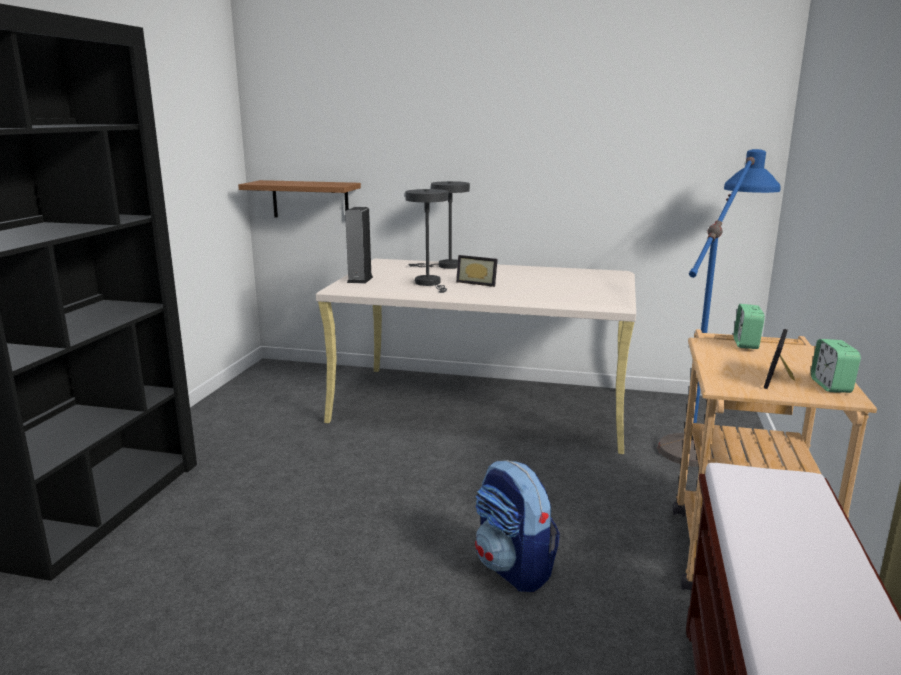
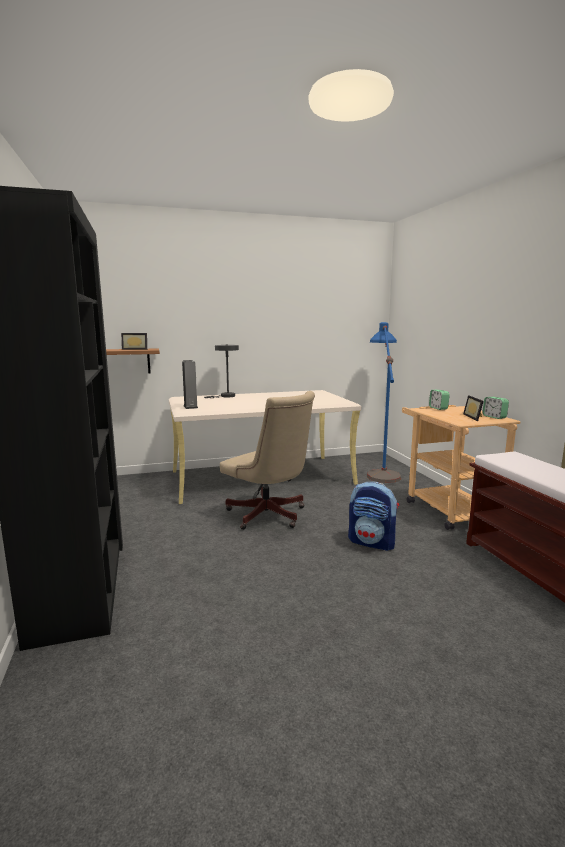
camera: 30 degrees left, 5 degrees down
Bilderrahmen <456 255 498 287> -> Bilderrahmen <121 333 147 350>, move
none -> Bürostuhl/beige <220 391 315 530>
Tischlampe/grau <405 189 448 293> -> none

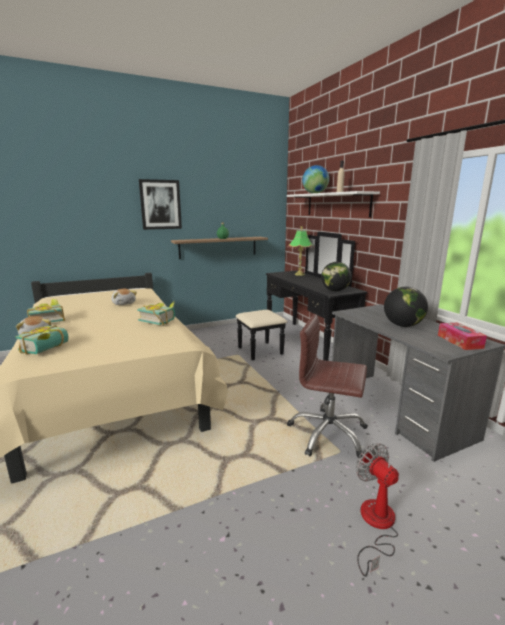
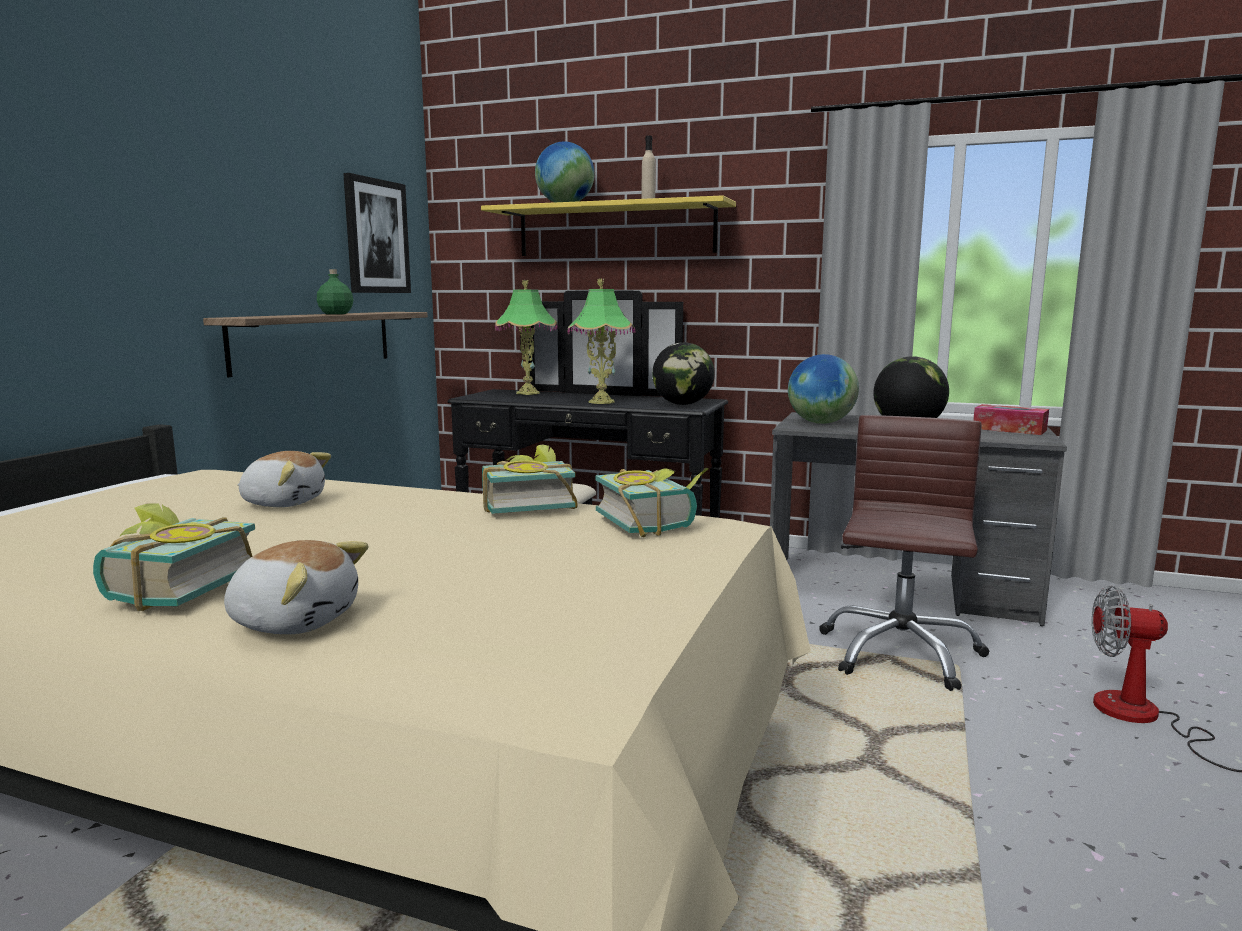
camera: 45 degrees left, 5 degrees down
Bild <139 179 182 230> -> Bild <343 173 411 293>, move
Wandregal/weiß <287 191 380 218> -> Wandregal/gelb <481 195 736 256>
none -> Tischlampe <567 278 636 404>
Buch <15 325 68 355> -> Buch <596 468 709 537>, move
none -> Globus <788 354 859 424>
Bürostuhl/braun <287 314 368 457> -> Bürostuhl/braun <819 415 990 691>, 135 degrees clockwise

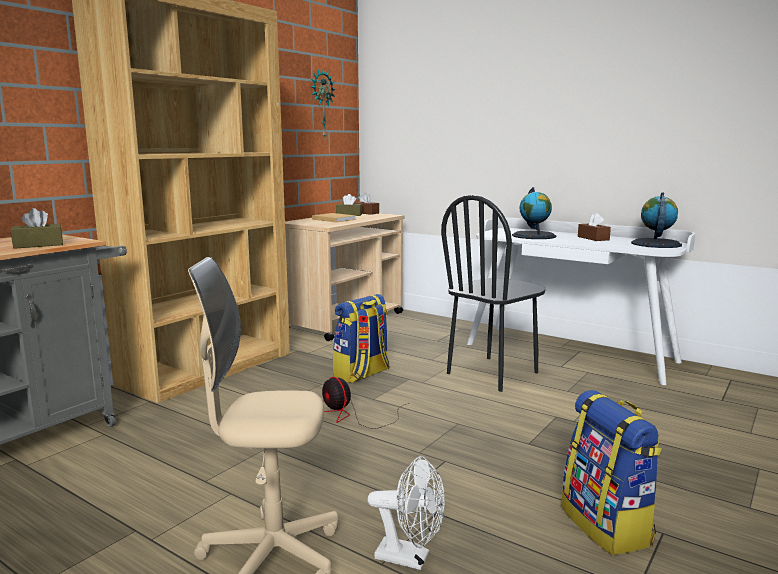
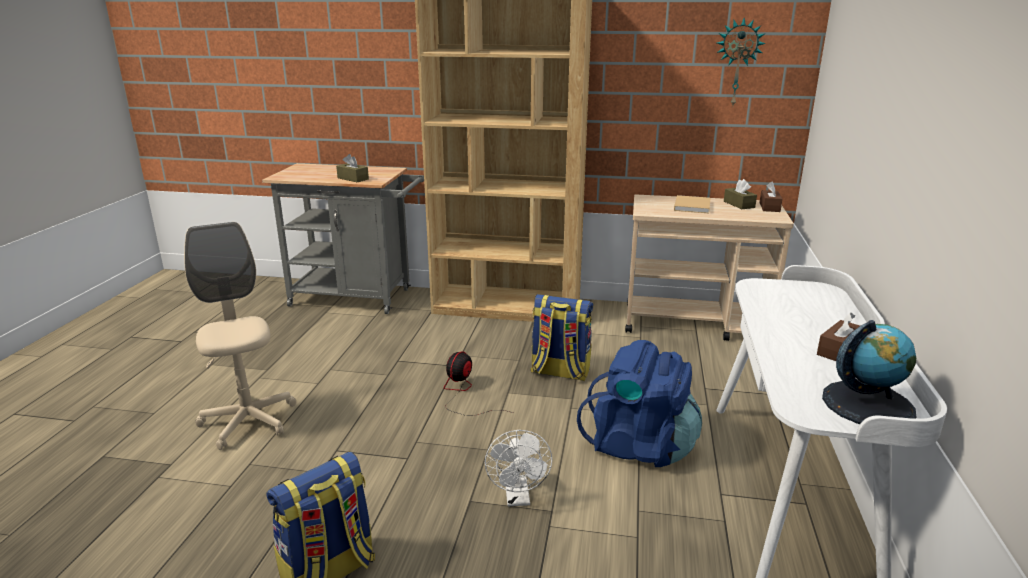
camera: 65 degrees right, 10 degrees up
Ventilator/weiß <367 456 445 570> -> Ventilator/weiß <485 430 553 506>, move
Stuhl/schwarz <441 195 546 392> -> Rucksack/blau <577 340 702 467>
Globus <512 187 556 239> -> none

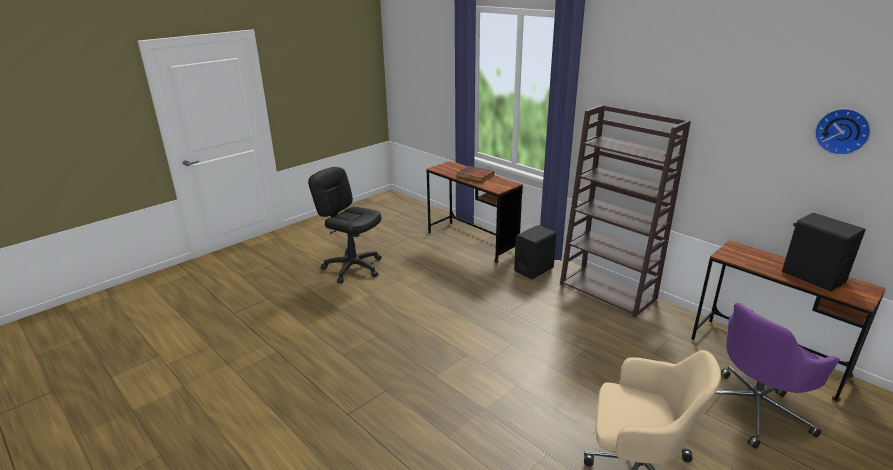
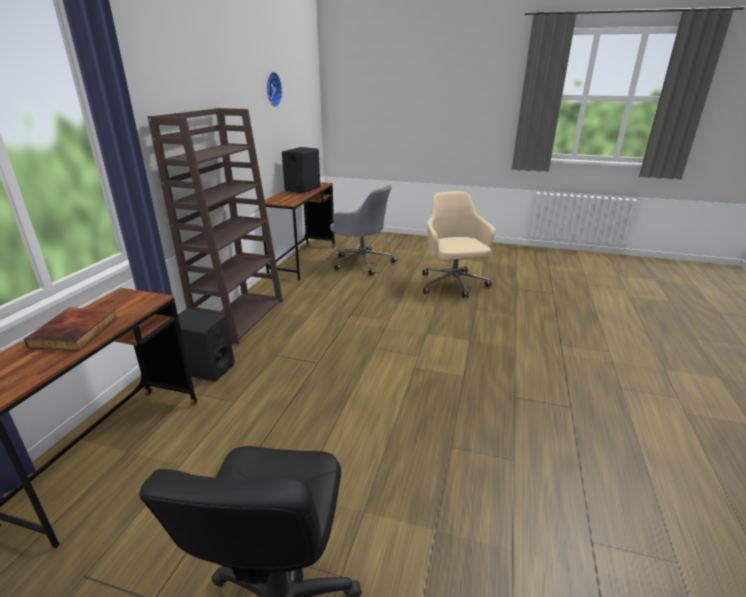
camera: 120 degrees left, 0 degrees up
Bürostuhl/lila <715 303 840 449> -> Bürostuhl/grau <330 185 397 276>

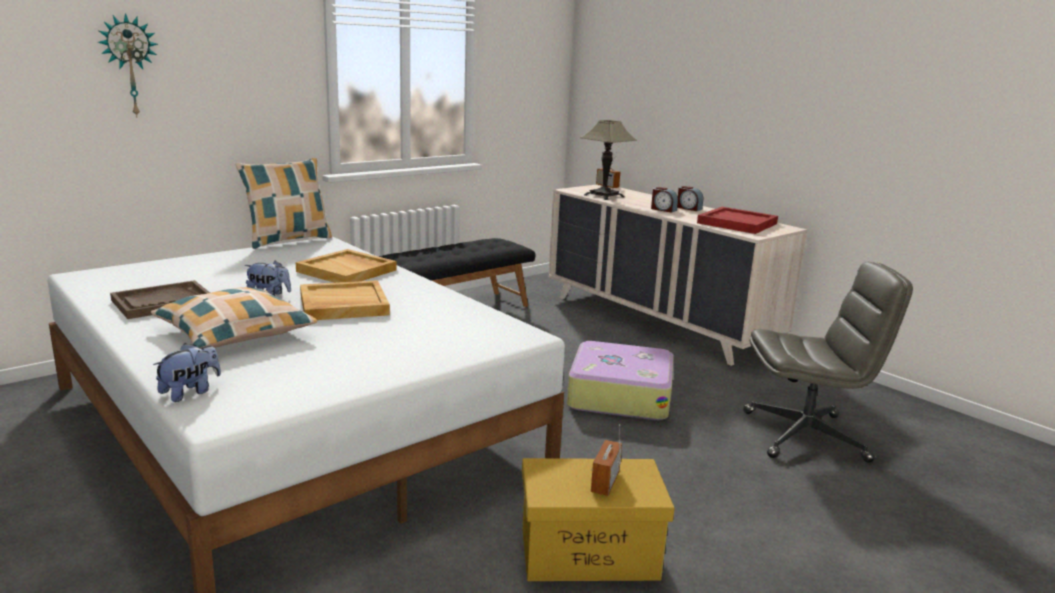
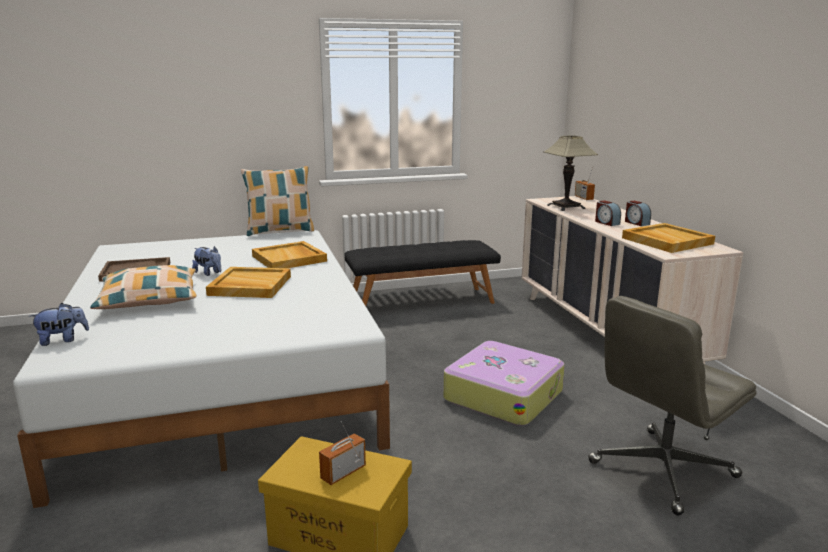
camera: 25 degrees right, 0 degrees up
Bürostuhl/grau <743 262 913 463> -> Bürostuhl/grau <588 296 757 516>, 120 degrees clockwise
Tablett/rot <697 207 778 234> -> Tablett/beige <622 223 715 253>
Wanduhr <98 13 158 117> -> none

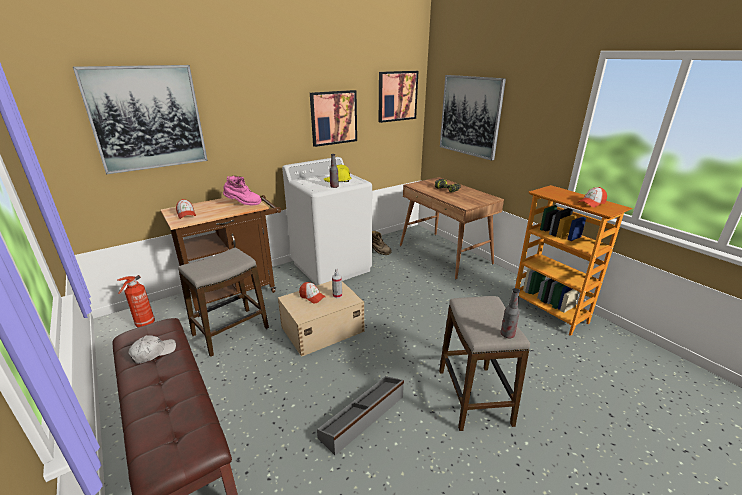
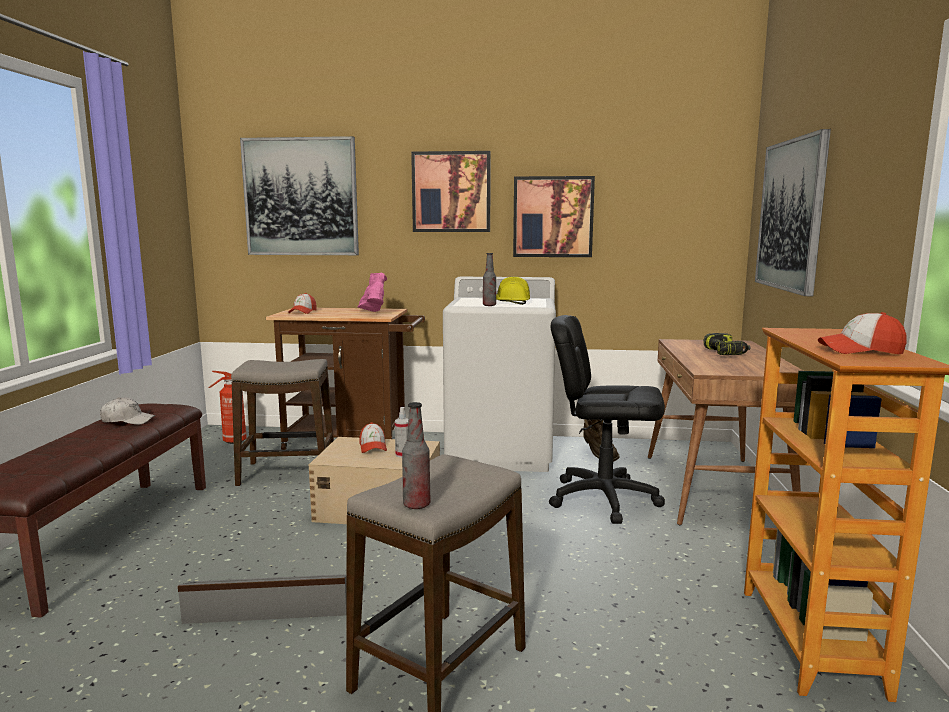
camera: 40 degrees right, 15 degrees down
Stiefel/rosa <223 175 262 205> -> Stiefel/rosa <357 272 387 312>, 150 degrees counterclockwise
Bild <379 71 419 123> -> Bild <411 151 491 232>, move
none -> Bürostuhl/schwarz <549 315 665 524>

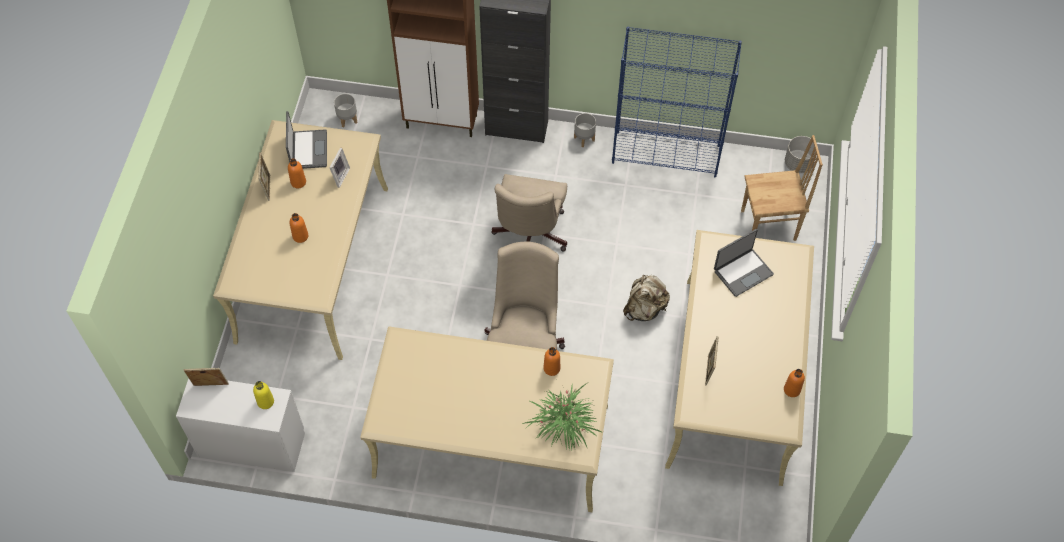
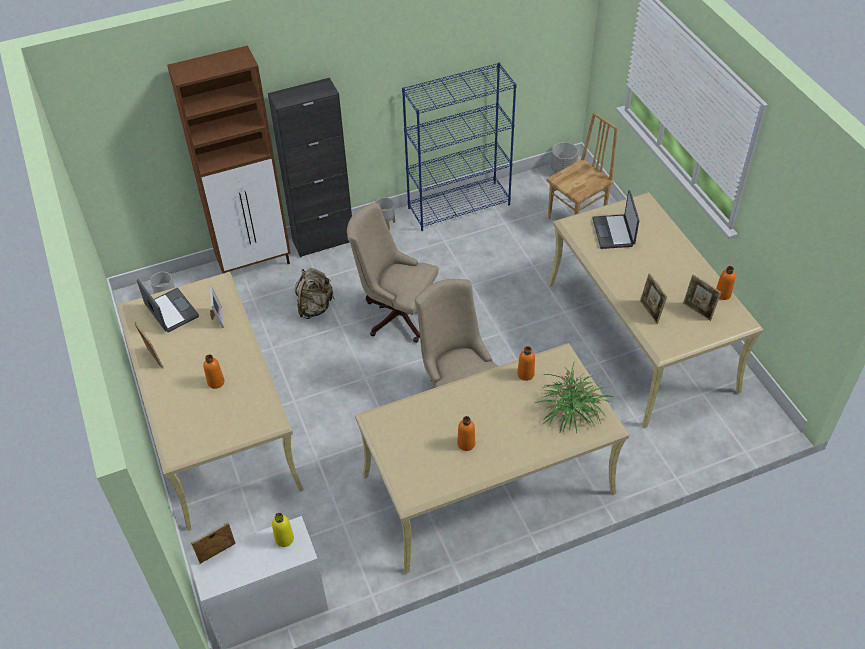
camera: 30 degrees left, 10 degrees down
Rucksack/beige <623 275 670 321> -> Rucksack/beige <295 268 334 319>, move
Bürostuhl/beige <492 174 567 252> -> Bürostuhl/beige <347 202 438 343>, 135 degrees clockwise
Flasche/orange <288 158 306 188> -> Flasche/orange <457 416 475 451>, move
Laptop <714 229 774 297> -> Laptop <592 190 639 249>, 150 degrees clockwise
none -> Bilderrahmen <683 275 721 321>

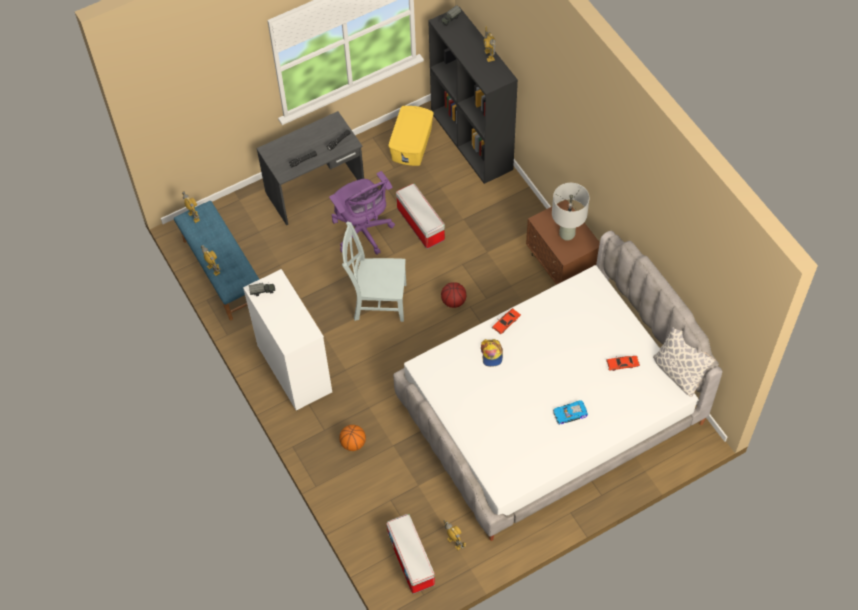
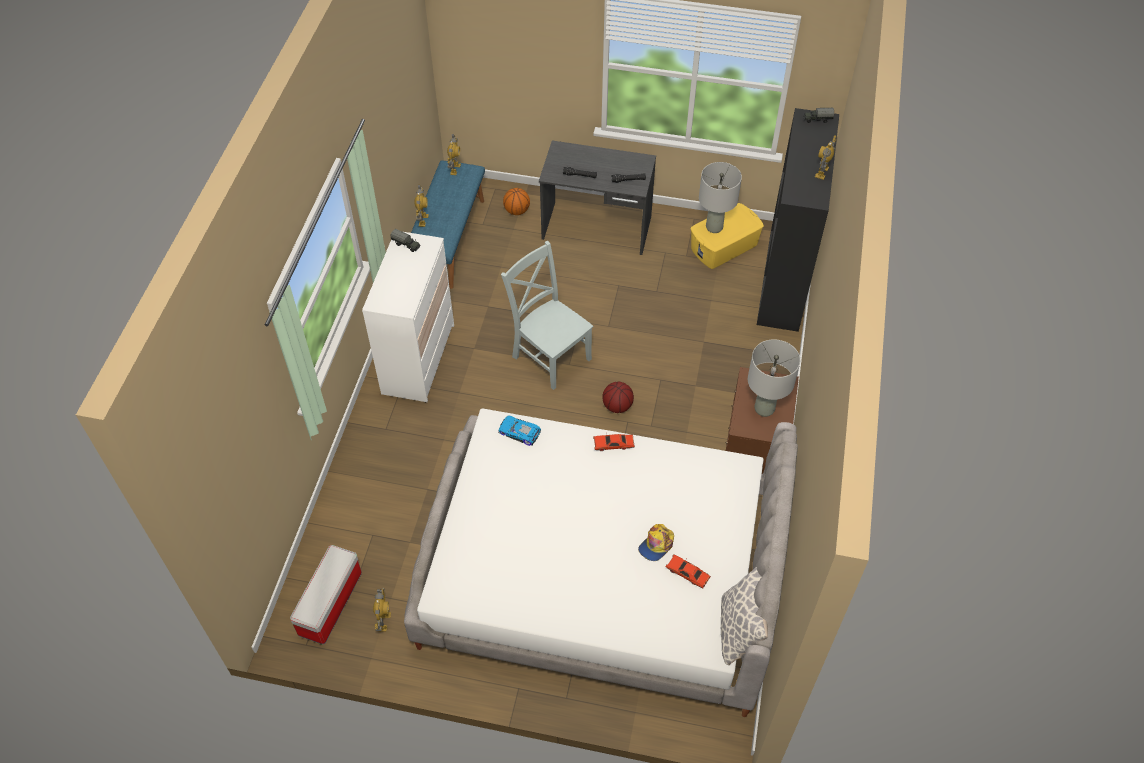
camera: 40 degrees right, 5 degrees down
Spielzeugauto <553 400 588 425> -> Spielzeugauto <498 416 541 446>, move
Basketball <339 425 366 451> -> Basketball <503 188 530 215>, move
Kappe <481 339 503 367> -> Kappe <638 524 674 561>, move
none -> Tischlampe/grau <699 162 742 233>
Bürostuhl/lila <329 171 395 255> -> none
Aufbewahrungsbox <396 183 445 249> -> none

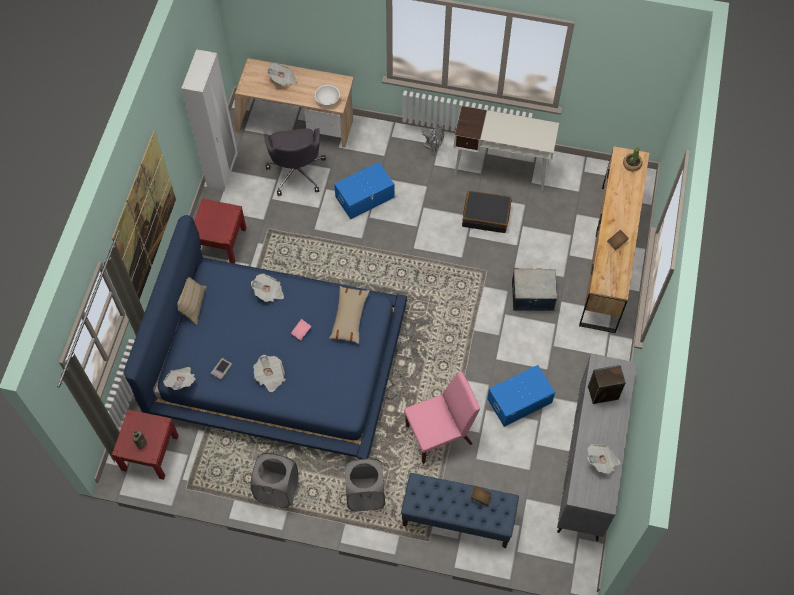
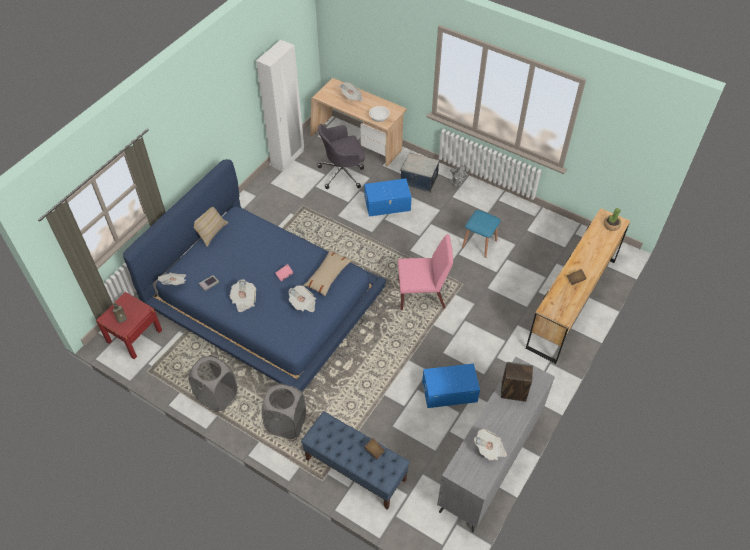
camera: 20 degrees right, 10 degrees down
Zeitung <251 274 284 302> -> Zeitung <289 285 316 312>, move
Bürostuhl/grau <264 128 326 196> -> Bürostuhl/grau <317 124 365 189>, 60 degrees clockwise
Stuhl/rosa <404 371 480 464> -> Stuhl/rosa <398 234 453 310>, move
Aufbewahrungsbox <512 269 557 311> -> Aufbewahrungsbox <400 153 440 193>, move
Koffer/schwarz <462 191 512 233> -> Hocker/blau <462 210 501 258>
Bild <112 130 176 300> -> none
Nachttisch/rot <194 199 246 264> -> none
Schreibtisch/weiß <454 106 559 191> -> none

